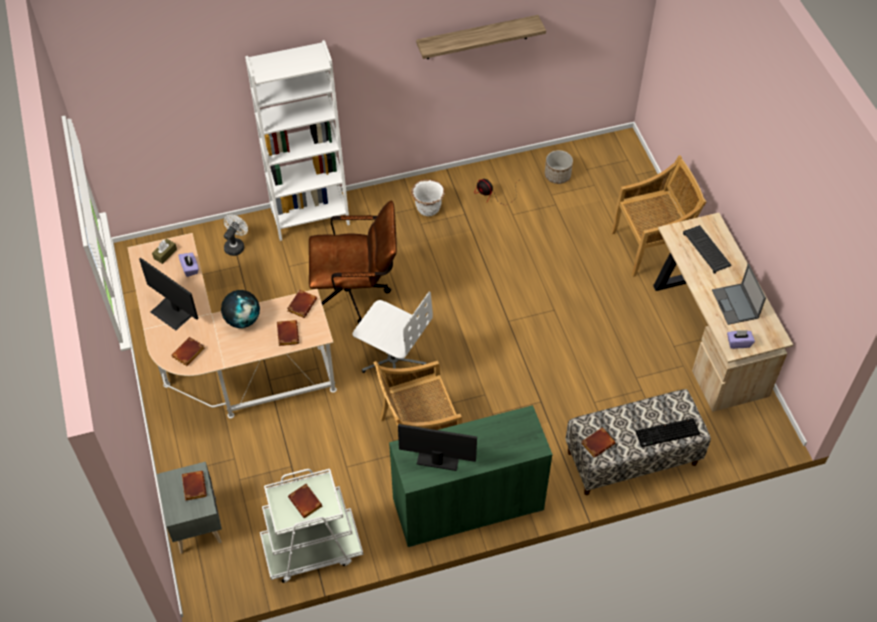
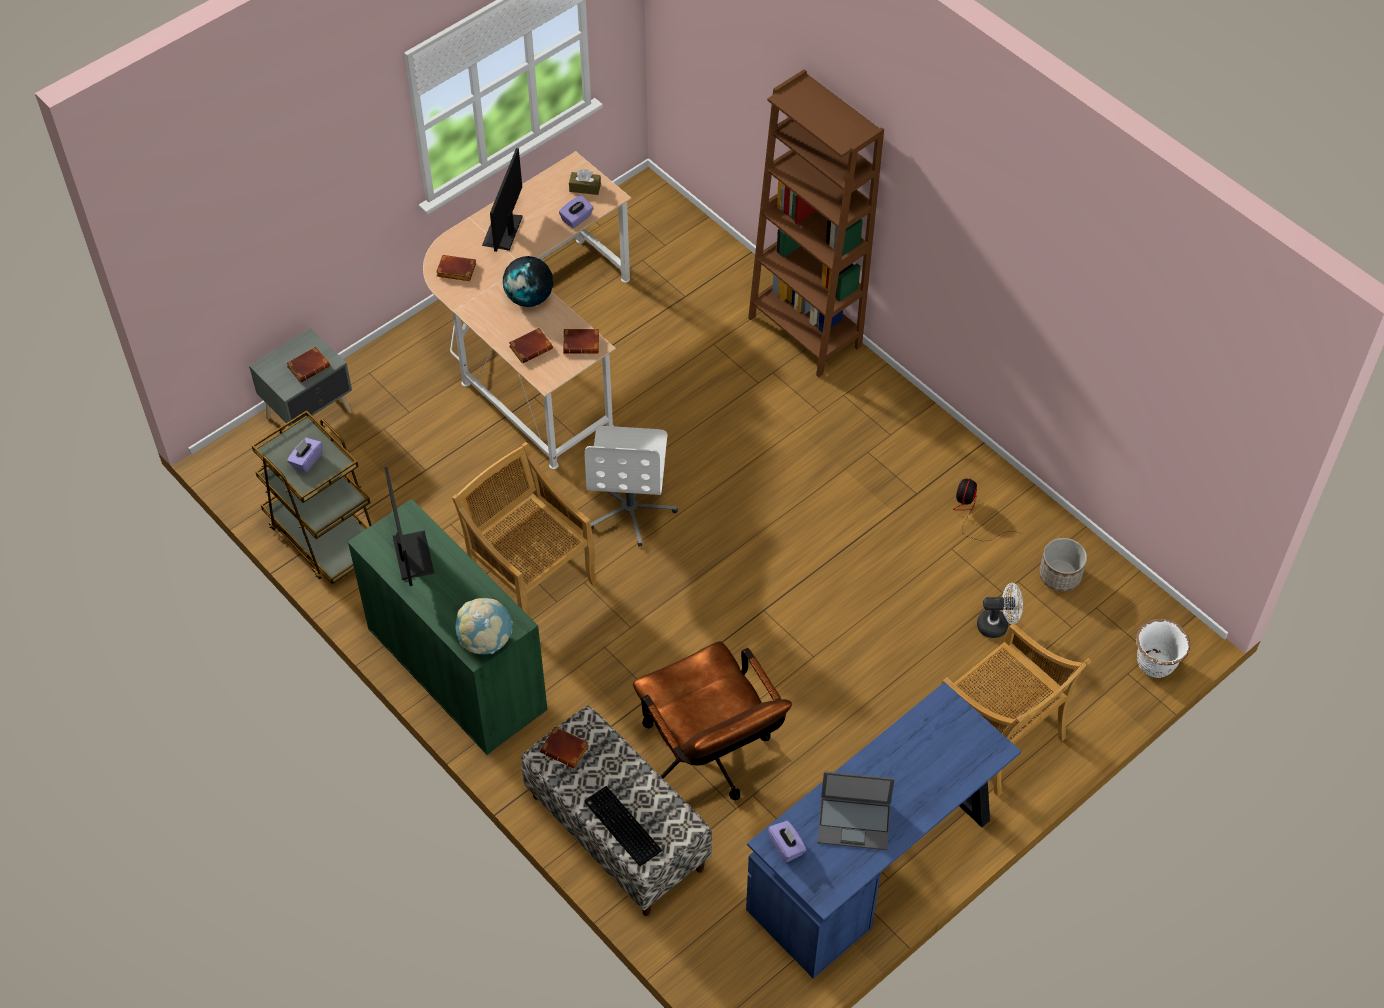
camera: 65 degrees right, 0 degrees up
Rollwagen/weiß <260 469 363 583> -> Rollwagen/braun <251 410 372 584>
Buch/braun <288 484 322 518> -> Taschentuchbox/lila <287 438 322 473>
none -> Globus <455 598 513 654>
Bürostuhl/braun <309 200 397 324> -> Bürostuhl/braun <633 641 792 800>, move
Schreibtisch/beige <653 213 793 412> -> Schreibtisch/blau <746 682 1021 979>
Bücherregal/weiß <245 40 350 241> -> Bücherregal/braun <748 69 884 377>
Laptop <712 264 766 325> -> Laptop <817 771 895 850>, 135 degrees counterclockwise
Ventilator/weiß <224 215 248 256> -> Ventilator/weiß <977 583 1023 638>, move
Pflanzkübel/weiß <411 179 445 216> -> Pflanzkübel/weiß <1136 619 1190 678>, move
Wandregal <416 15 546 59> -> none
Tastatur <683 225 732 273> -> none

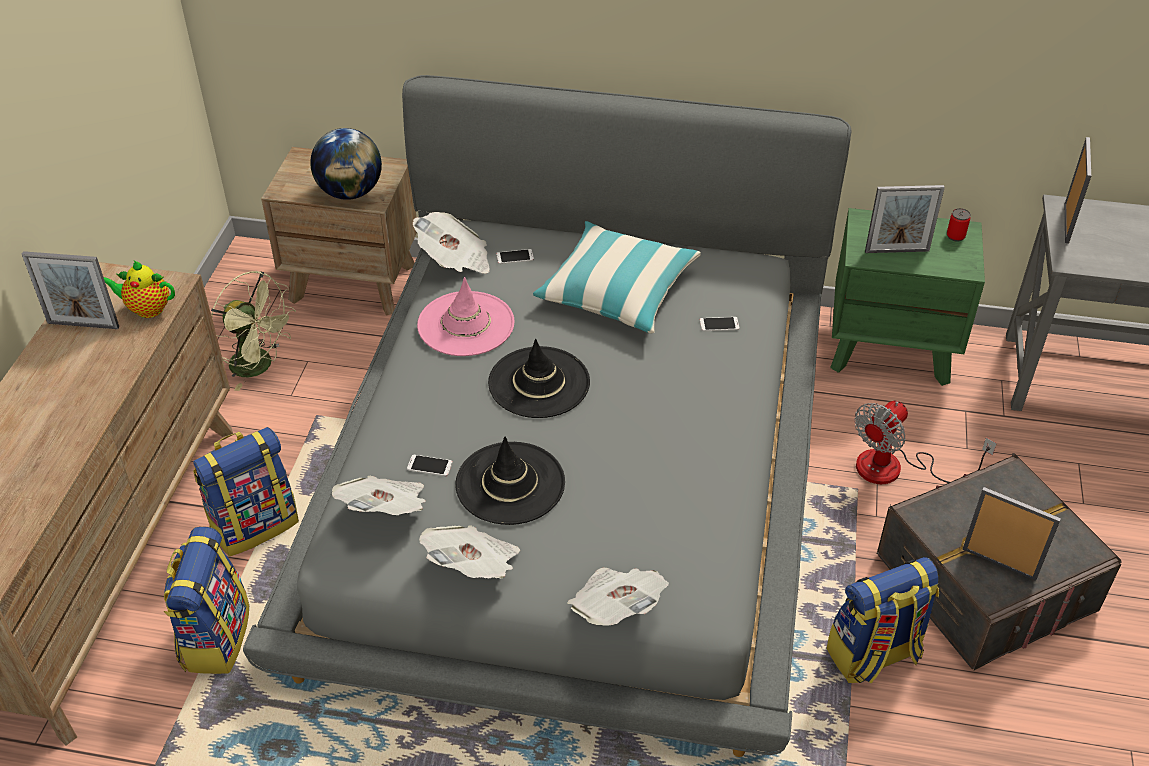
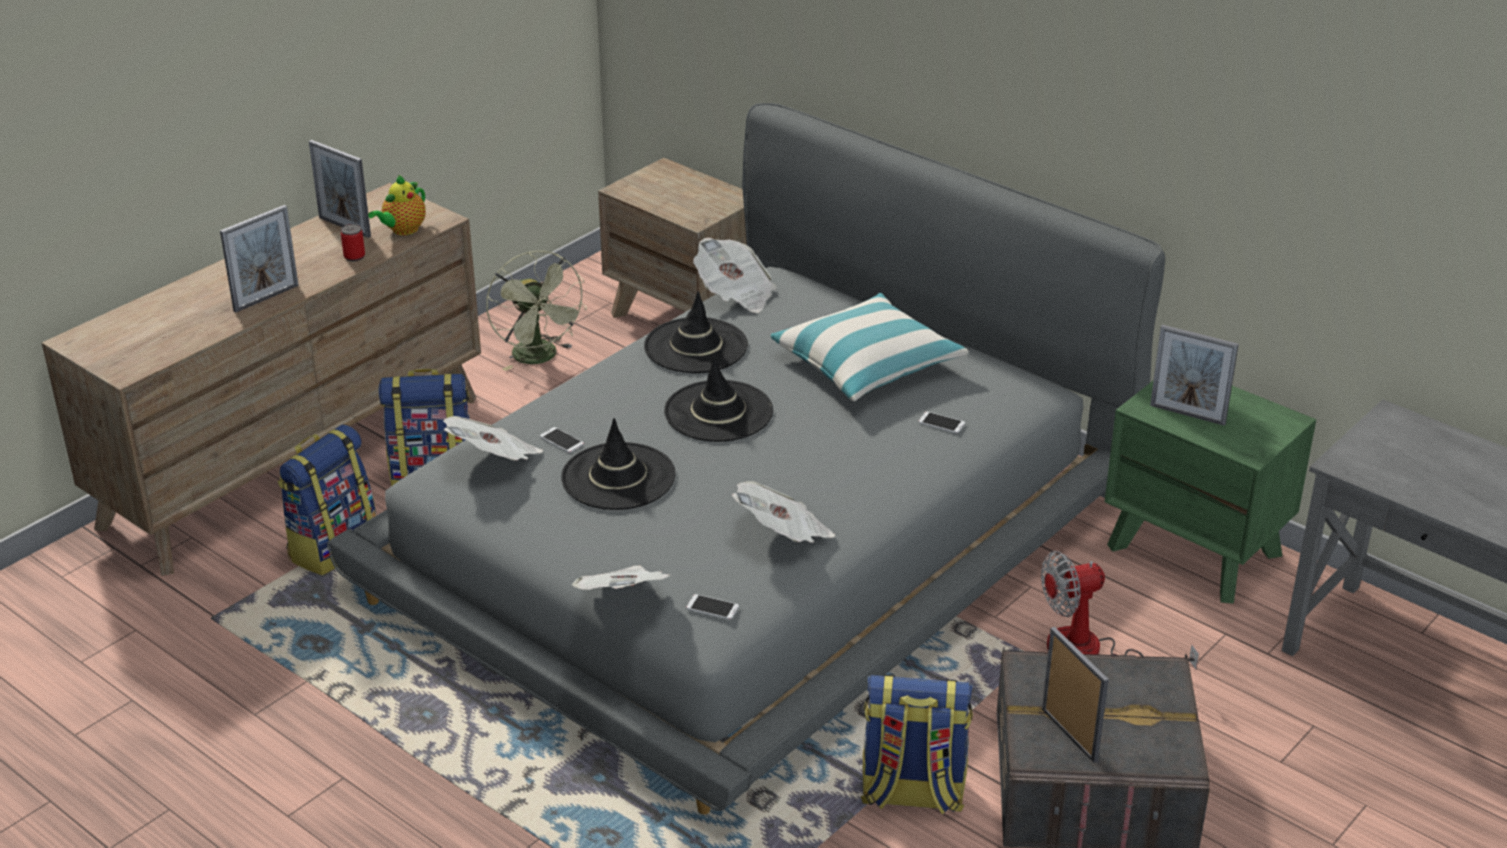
camera: 30 degrees right, 10 degrees down
Bilderrahmen <1065 137 1091 244> -> Bilderrahmen <220 205 299 313>, move
Dose <947 208 971 242> -> Dose <341 224 365 261>, move
Teekanne <104 260 175 318> -> Teekanne <368 175 425 235>, 90 degrees counterclockwise
Hut/rosa <417 277 515 356> -> Hut/schwarz <644 291 748 373>
Handy <496 249 534 264> -> Handy <686 594 739 620>, move
Zeitung <419 525 520 579> -> Zeitung <732 481 835 543>, move
Globus <310 128 382 200> -> none

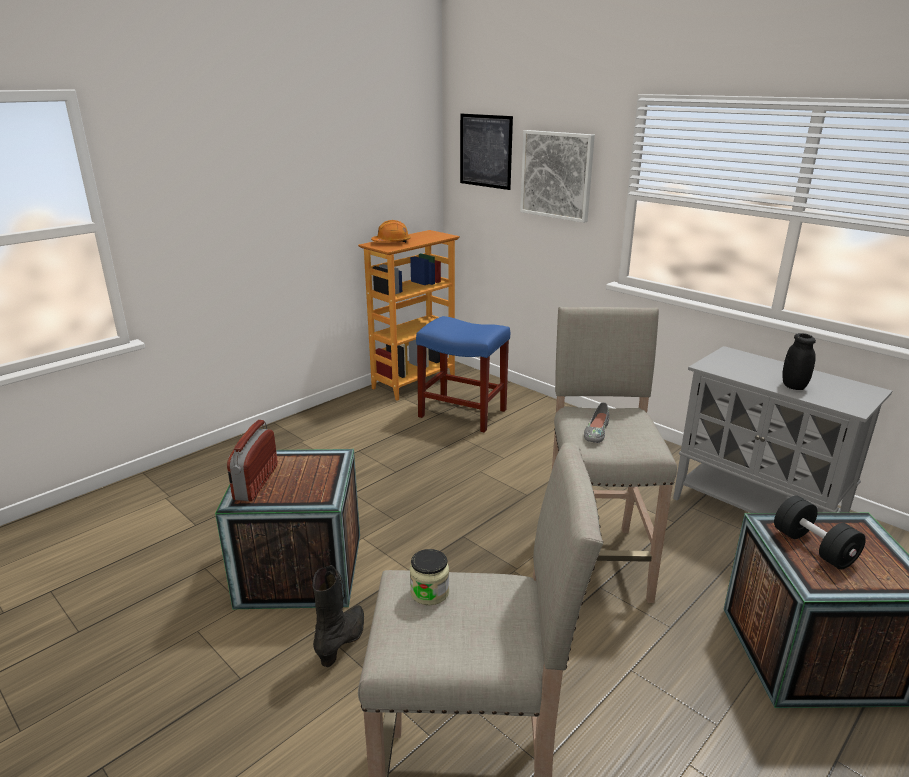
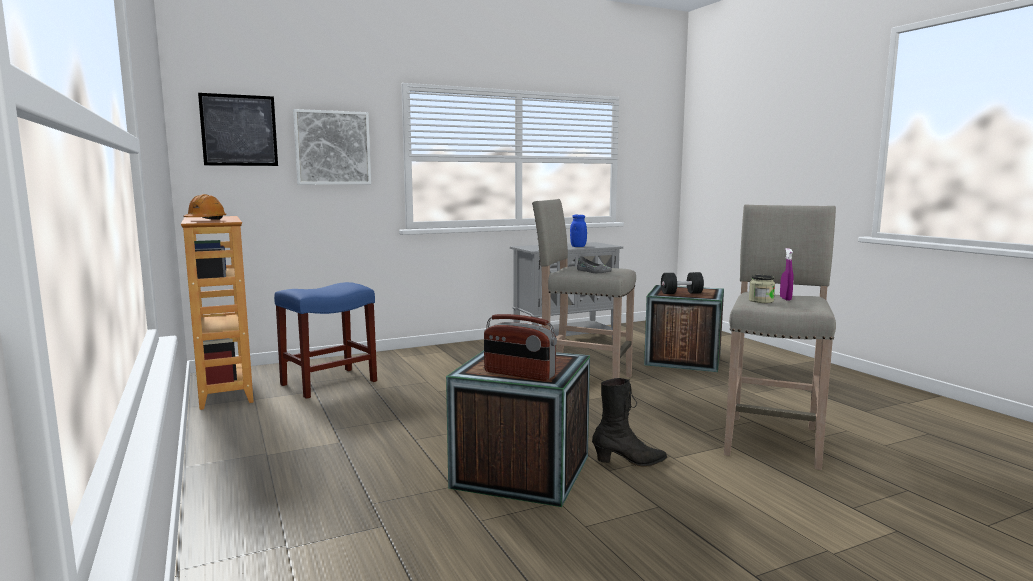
camera: 70 degrees left, 15 degrees down
Vorratsglas/schwarz <782 333 816 390> -> Vorratsglas/blau <570 215 587 247>
Stiefel/schwarz <313 565 364 667> -> Stiefel/schwarz <592 378 667 467>, 135 degrees clockwise
none -> Sprühflasche/lila <780 248 793 300>

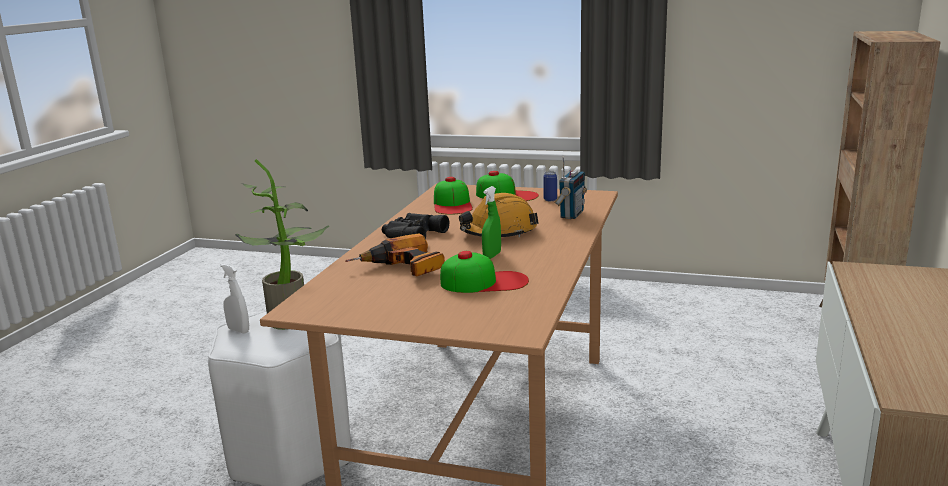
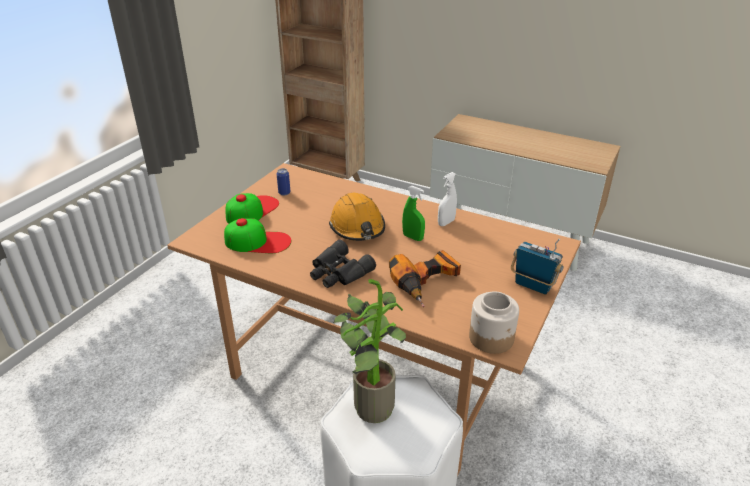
camera: 80 degrees left, 15 degrees up
Sprühflasche/weiß <220 264 249 333> -> Sprühflasche/weiß <438 172 457 226>, move
none -> Vorratsglas <469 291 519 354>
Radio <554 156 587 219> -> Radio <511 238 564 294>, move
Kappe <440 251 529 293> -> none

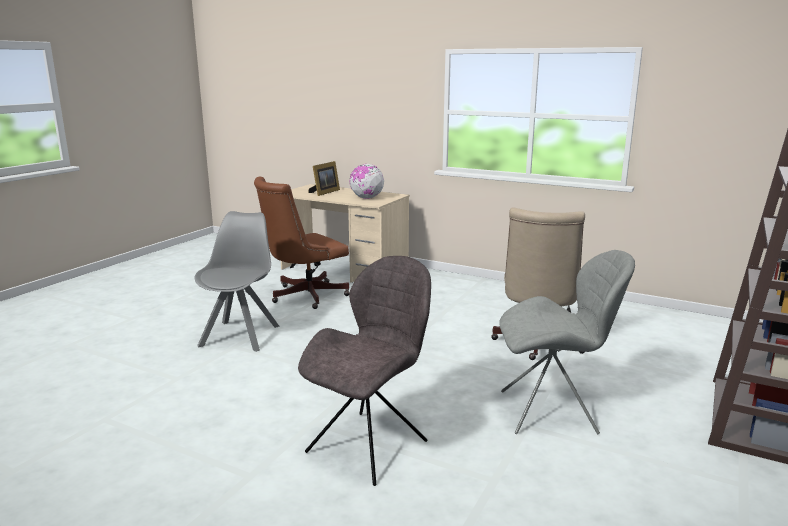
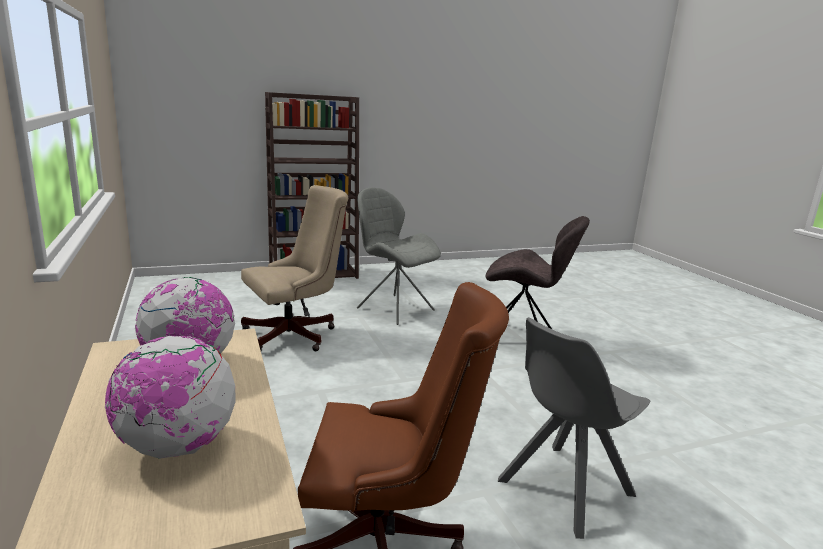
camera: 140 degrees left, 0 degrees up
Bilderrahmen <308 161 340 196> -> Globus <105 336 235 459>
Stuhl/grau <298 256 431 486> -> Stuhl/grau <486 216 590 329>, 150 degrees counterclockwise

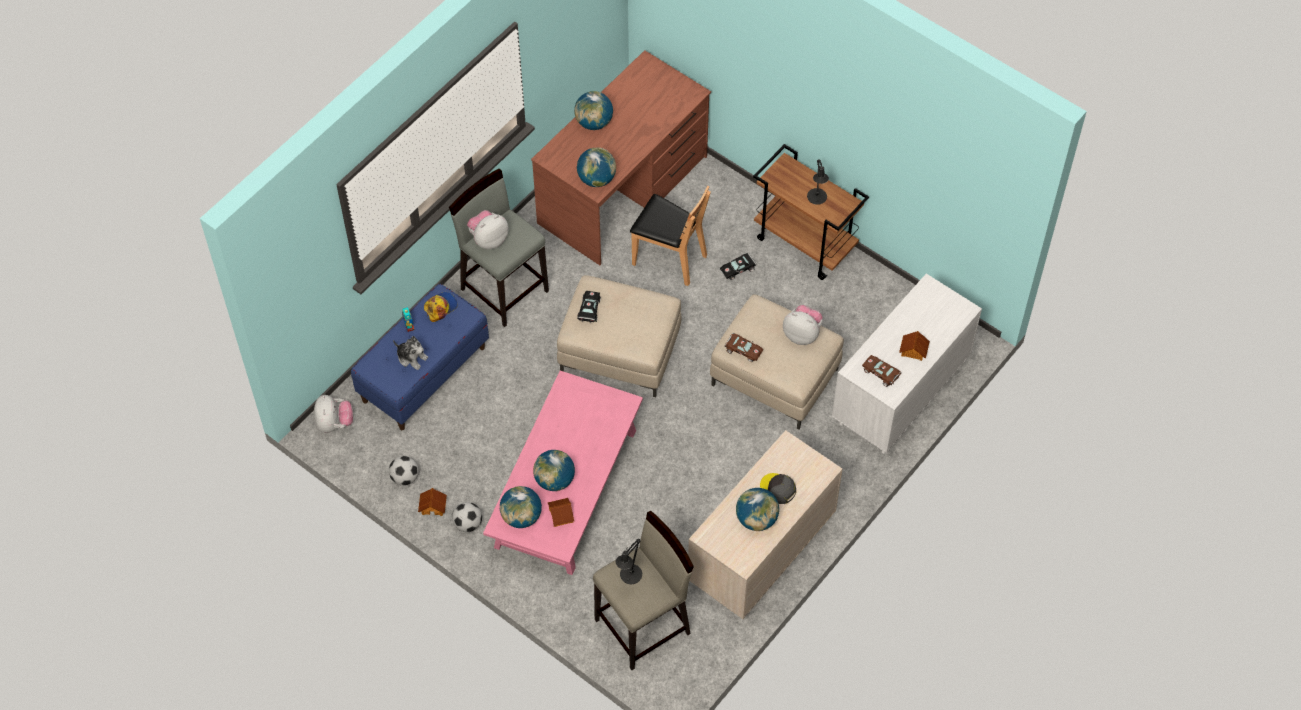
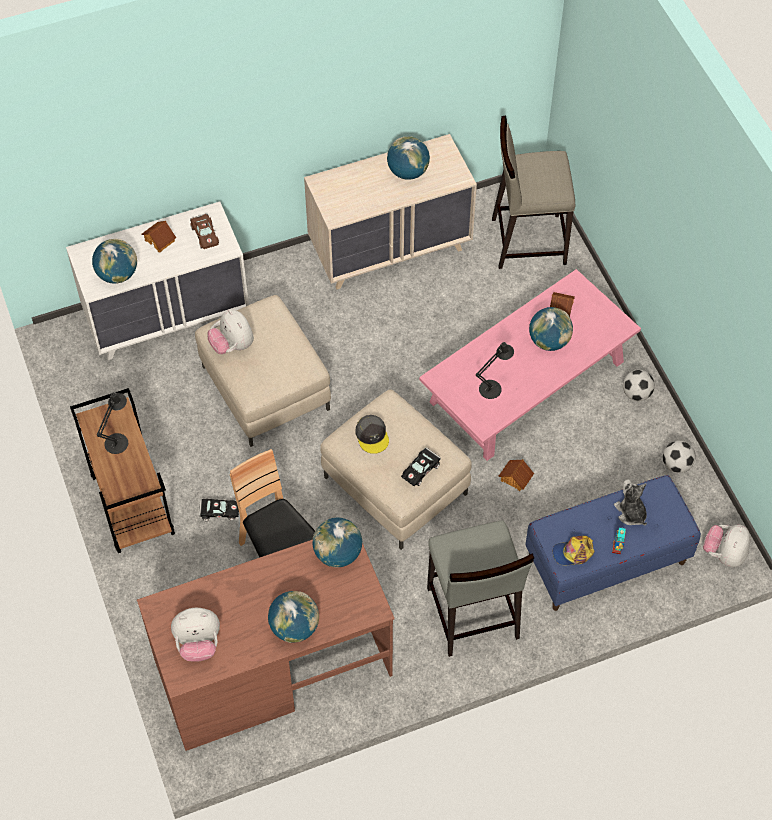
camera: 150 degrees left, 0 degrees up
Globus <500 486 542 528> -> Globus <92 239 137 284>, move
Plüschtier <467 210 509 249> -> Plüschtier <171 608 220 662>, move
Kappe/grau <760 473 796 504> -> Kappe/grau <356 415 389 454>, move
Tischlampe/schwarz <616 539 642 584> -> Tischlampe/schwarz <476 342 514 399>, move
Spielzeughaus <418 488 447 516> -> Spielzeughaus <499 459 534 491>, move
Spielzeugauto/braun <725 333 763 362> -> none

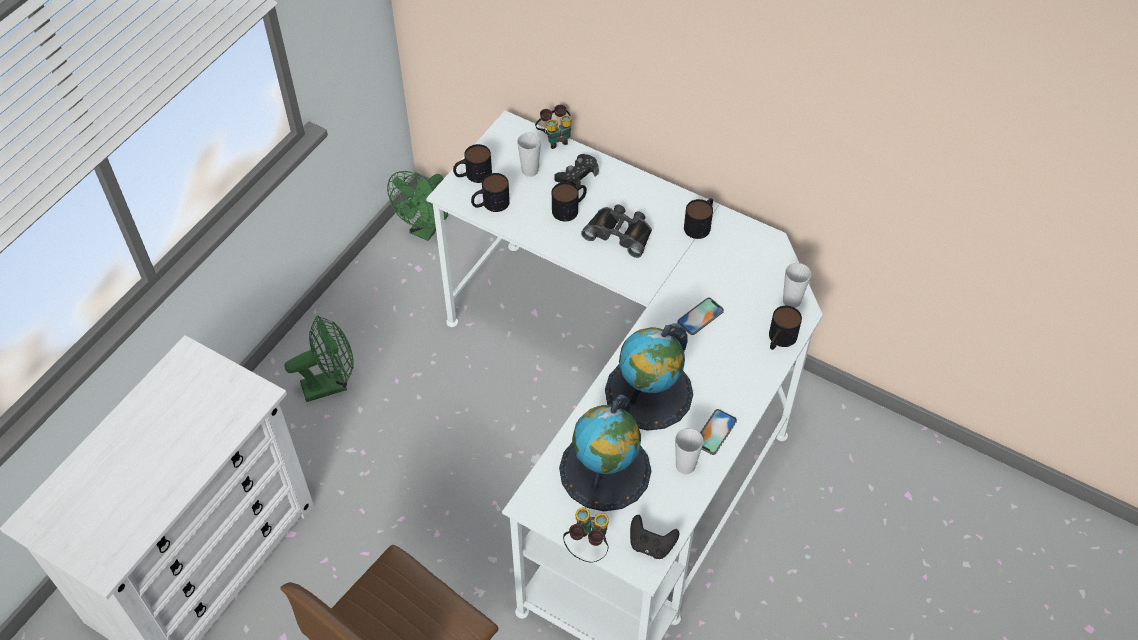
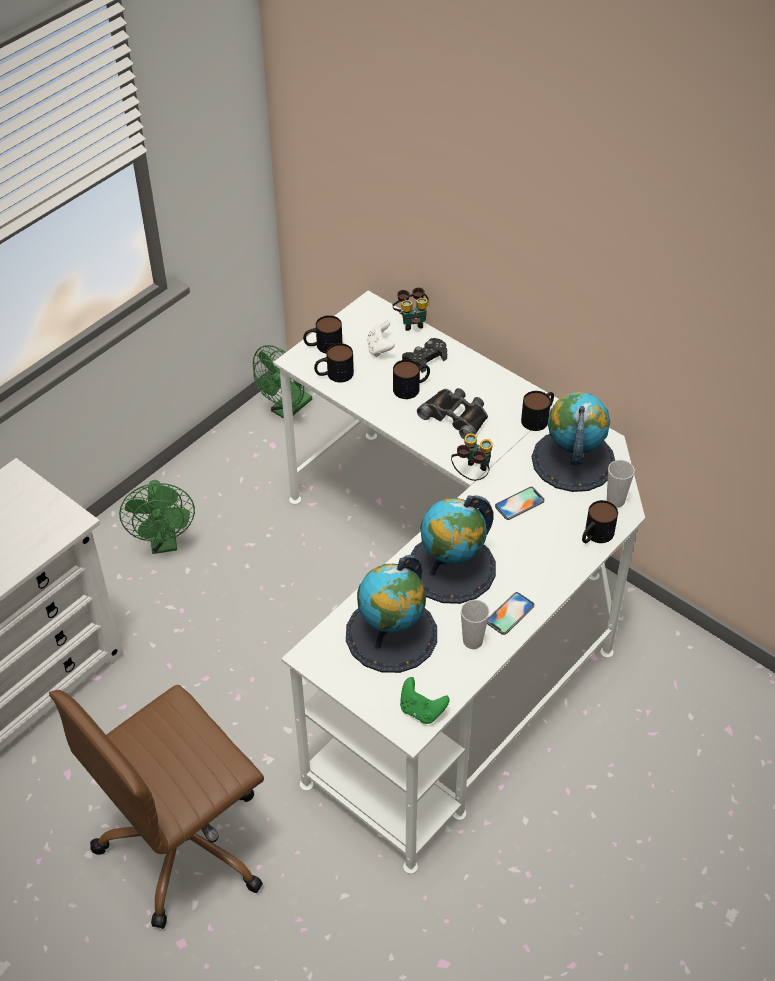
camera: 10 degrees right, 5 degrees down
Ventilator/grün <285 315 354 402> -> Ventilator/grün <119 480 195 554>, 90 degrees clockwise
Tasse <517 133 541 177> -> Gamepad/weiß <367 320 395 357>
Gamepad/schwarz <630 515 679 559> -> Gamepad/grün <400 677 450 724>
Fernglas <563 508 609 562> -> Fernglas <451 433 493 481>, move
none -> Globus <532 392 615 492>

